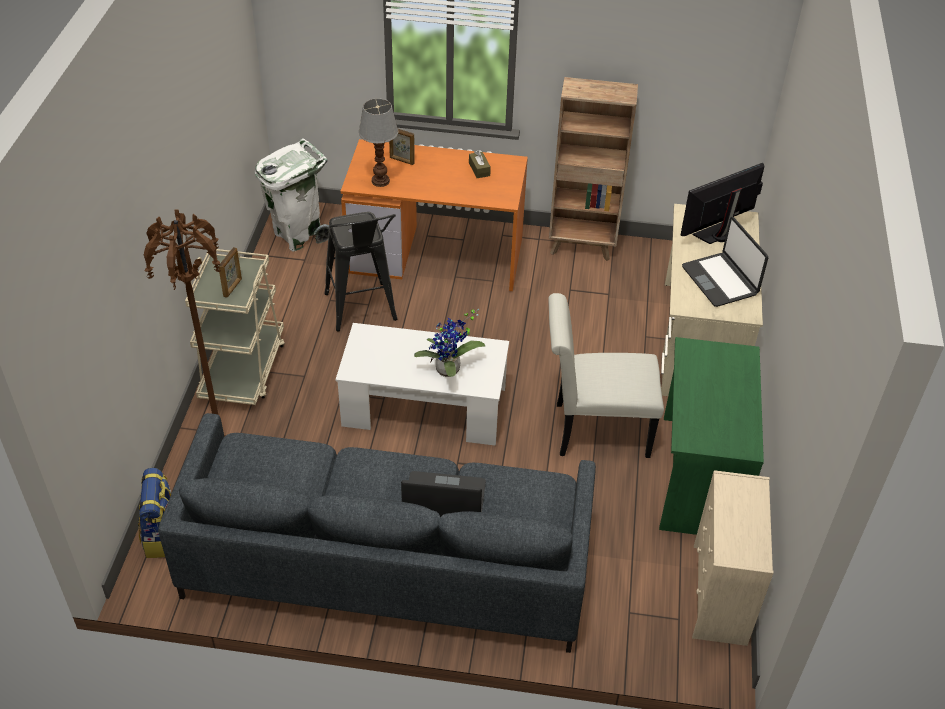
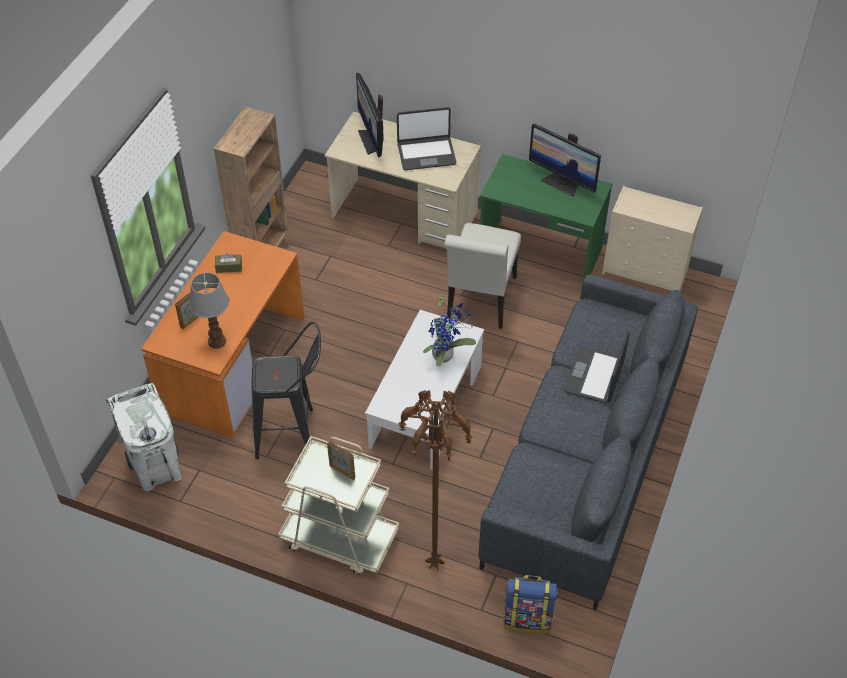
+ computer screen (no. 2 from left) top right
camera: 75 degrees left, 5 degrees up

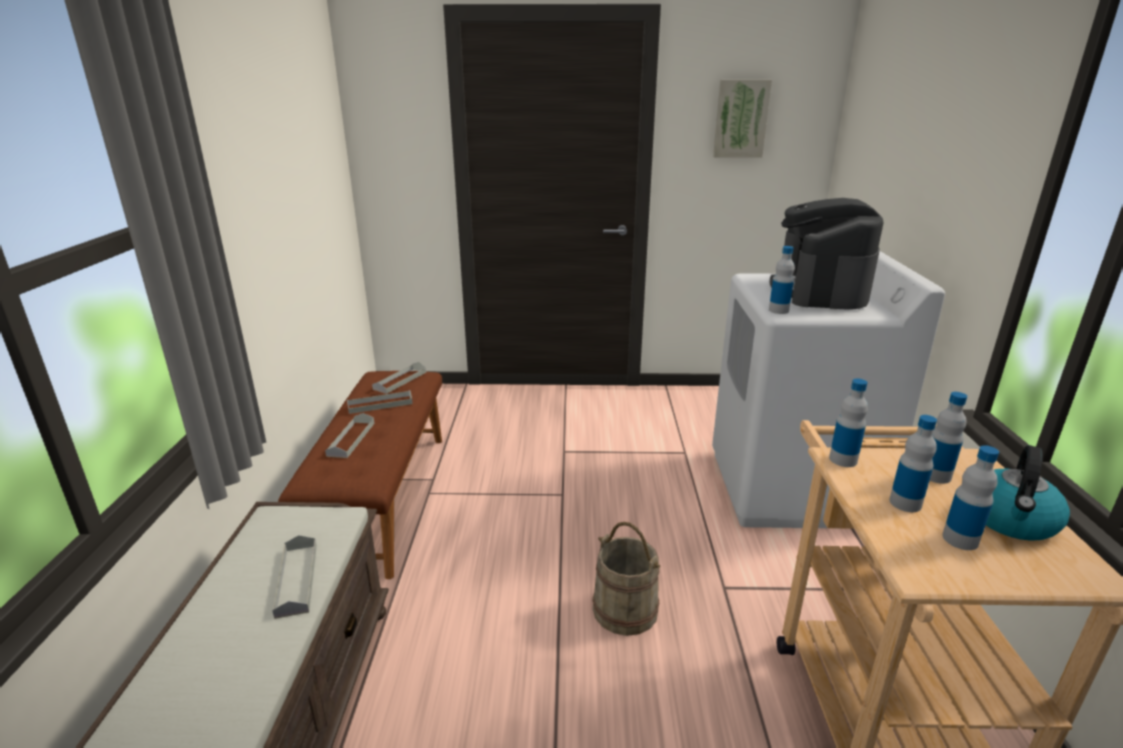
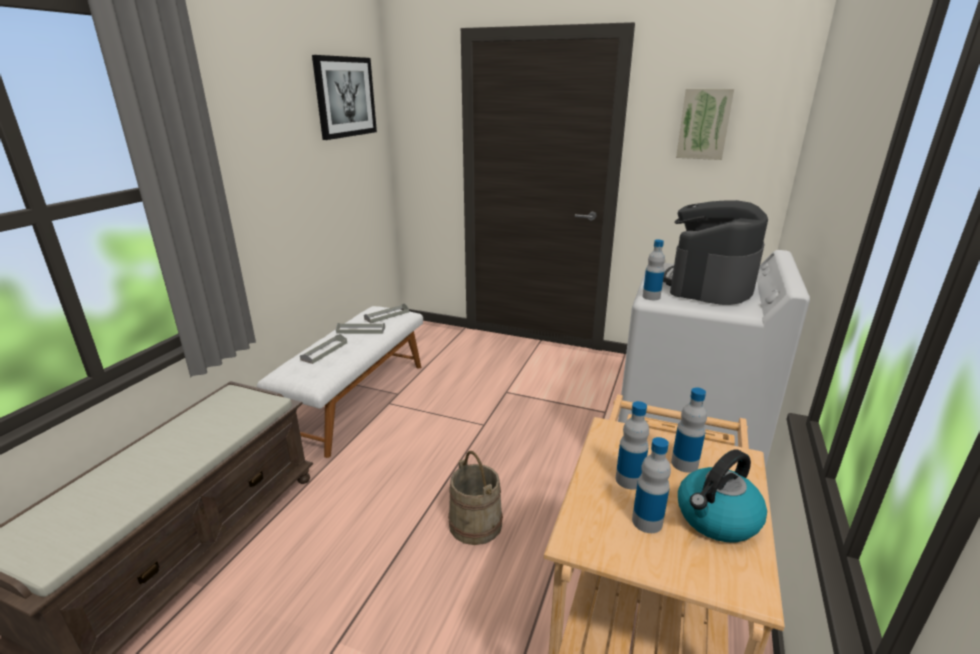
- serving tray (greyish) (no. 1 from left) bottom left
~ long seat (brownish) (no. 2 from left) middle left to long seat (whitish) centre
- beverage bottle (no. 2 from left) middle right
+ picture (no. 1 from left) top centre
camera: 20 degrees right, 0 degrees up

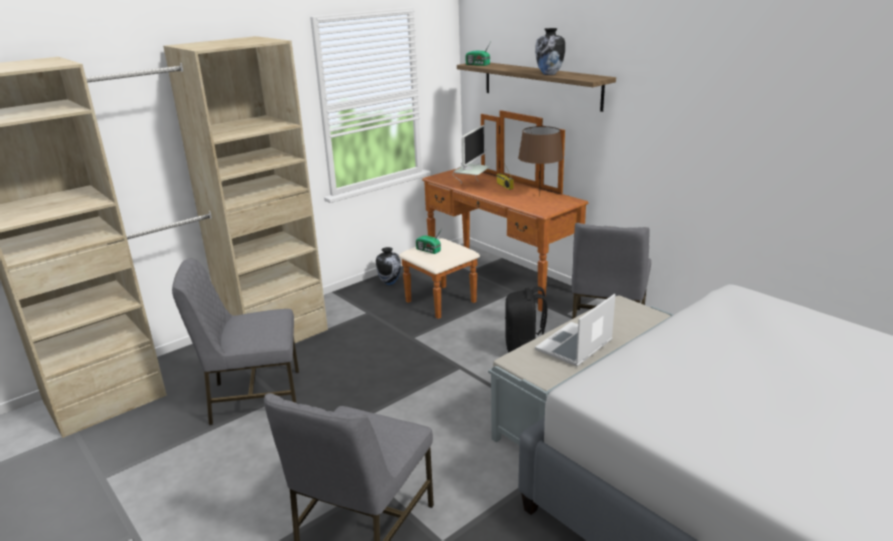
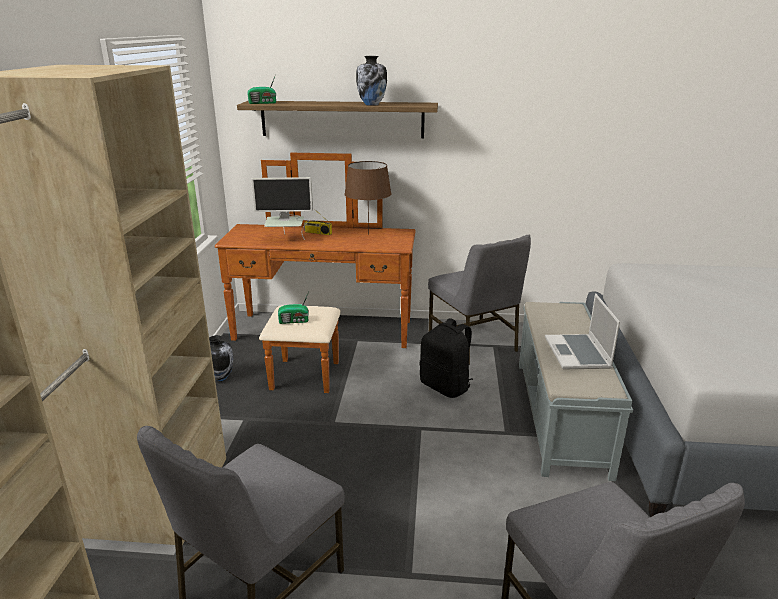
~ computer screen top centre = centre 105 degrees clockwise
camera: 45 degrees left, 0 degrees up

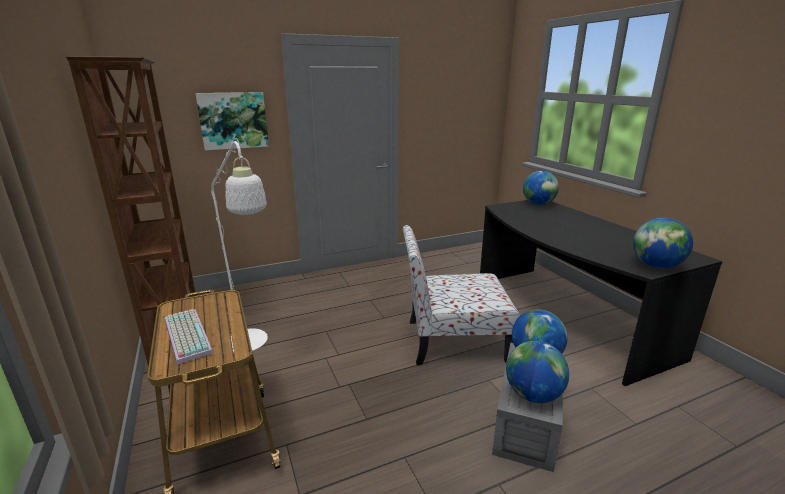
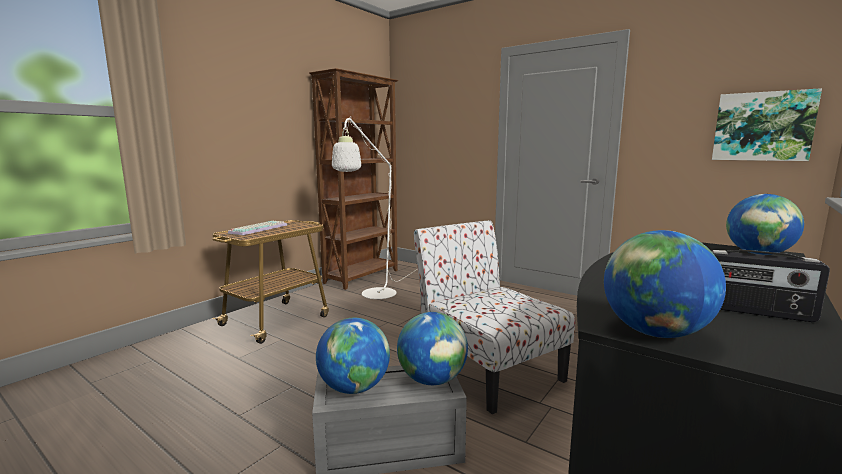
~ picture top left to top right
+ radio middle right
camera: 60 degrees right, 10 degrees down

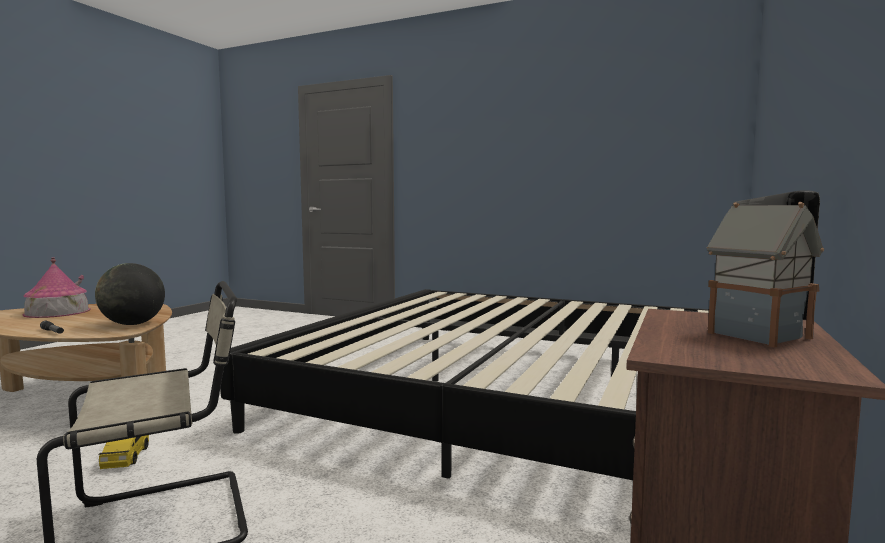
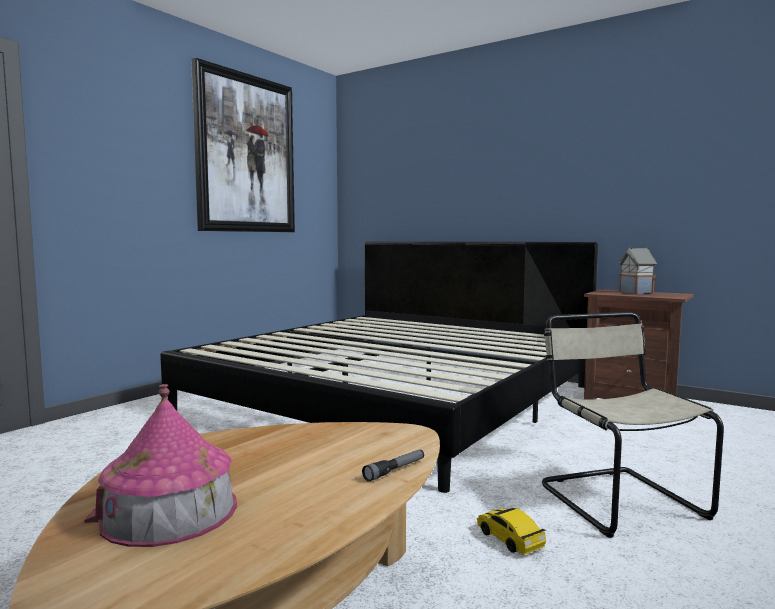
- world globe middle left
~ miniature car bottom left = bottom centre 60 degrees clockwise
+ picture top left
camera: 80 degrees left, 0 degrees up

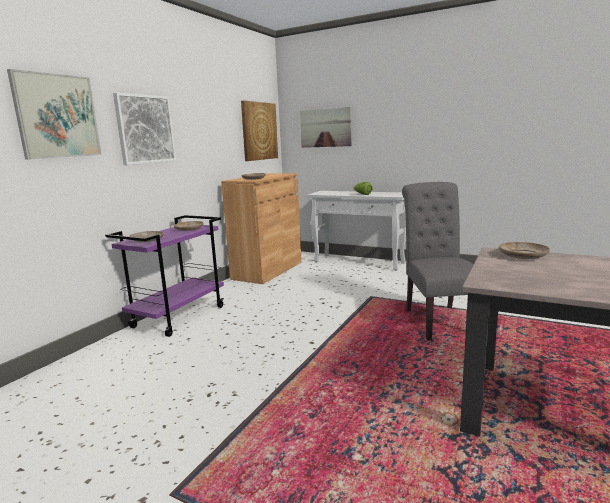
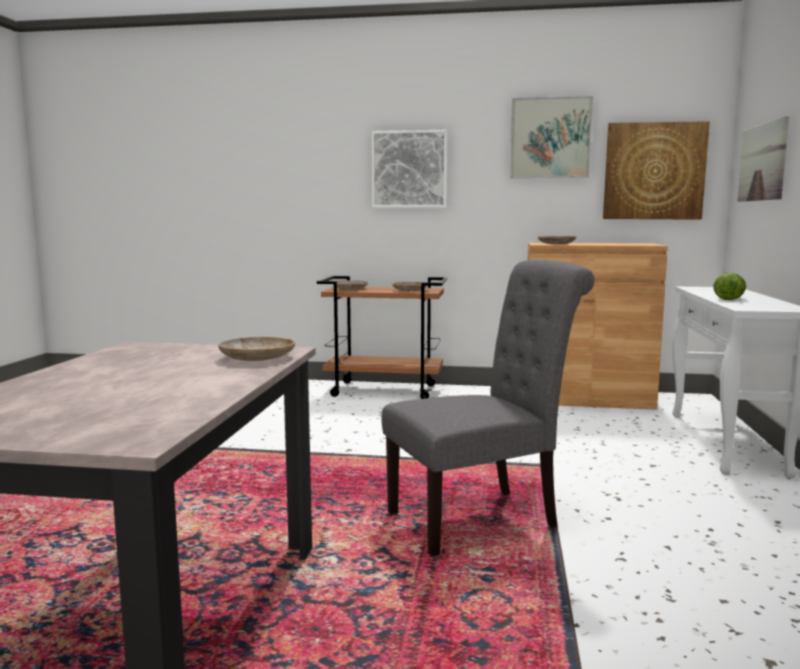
~ picture (no. 1 from left in the first image) top left to picture (no. 2 from left) top right
~ trolley (purplish) middle left to trolley (brownish) centre
camera: 70 degrees right, 5 degrees down

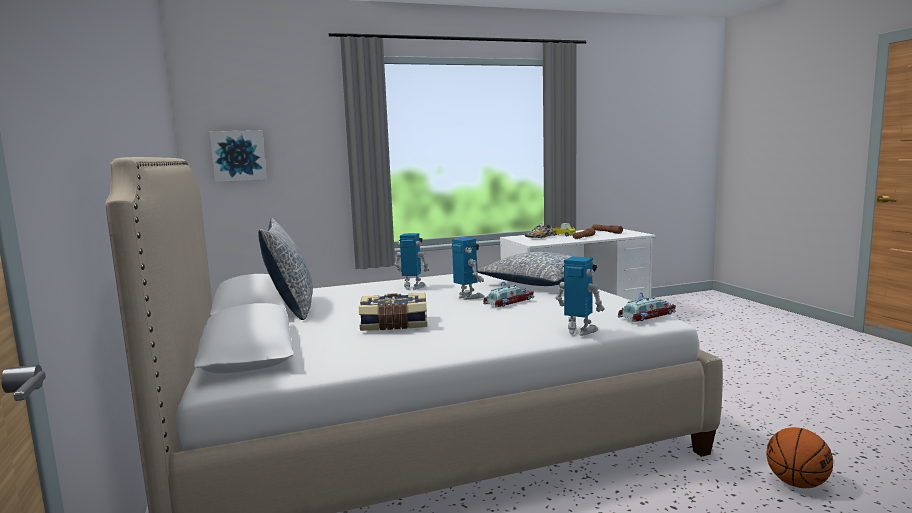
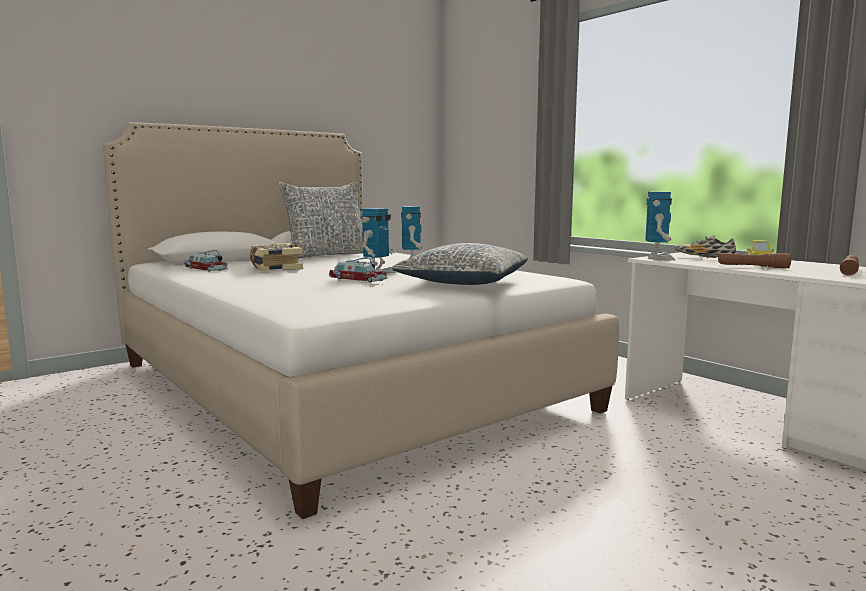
- picture top left
~ toy robot (no. 3 from left) centre to middle right
~ miniature car (no. 2 from left in the first image) middle right to miniature car (no. 1 from left) middle left
- basketball bottom right
camera: 70 degrees right, 0 degrees up

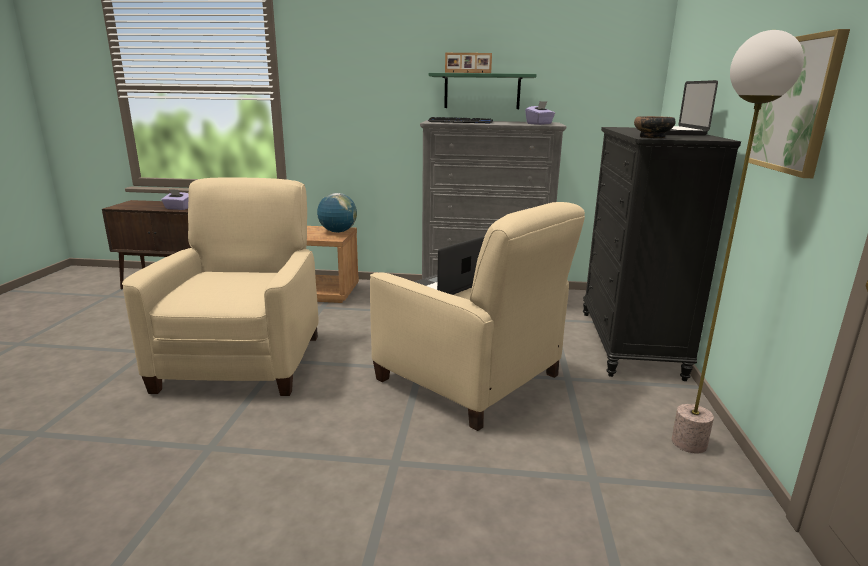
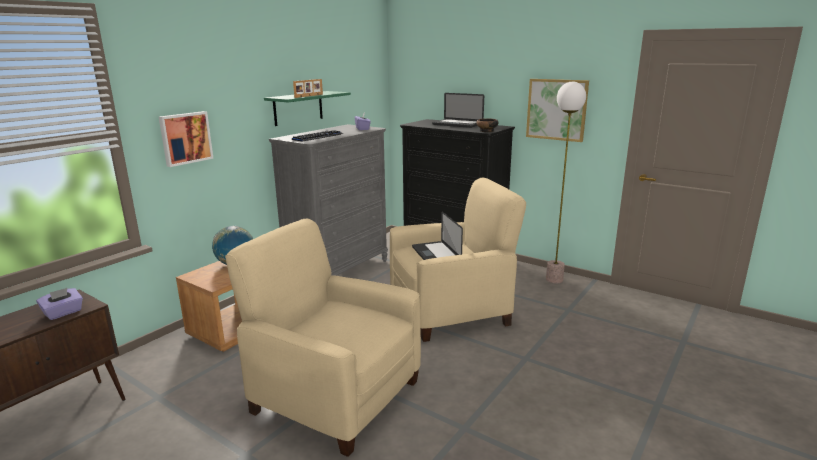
+ picture (no. 1 from left) top left
camera: 60 degrees left, 0 degrees up

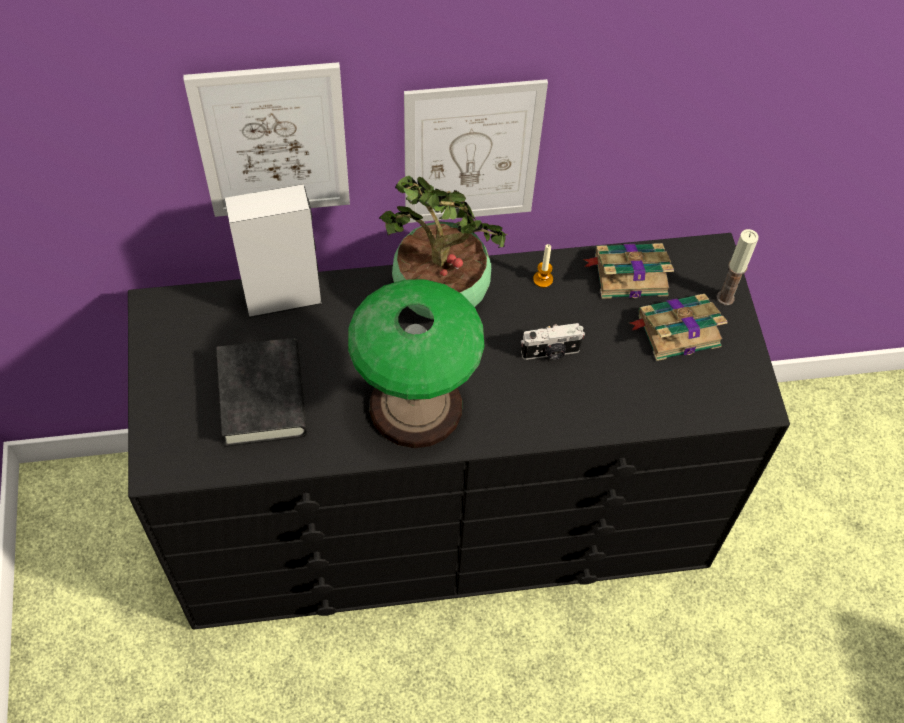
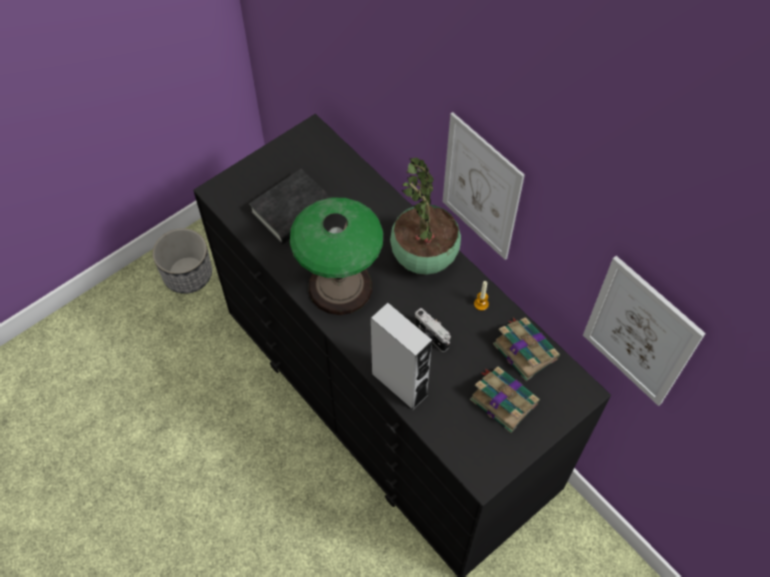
~ picture (no. 1 from left in the first image) top left to picture (no. 2 from left) middle right
~ speaker (greyish) middle left to centre
- wax candle (no. 2 from left) middle right
+ plant pot middle left
camera: 60 degrees right, 0 degrees up

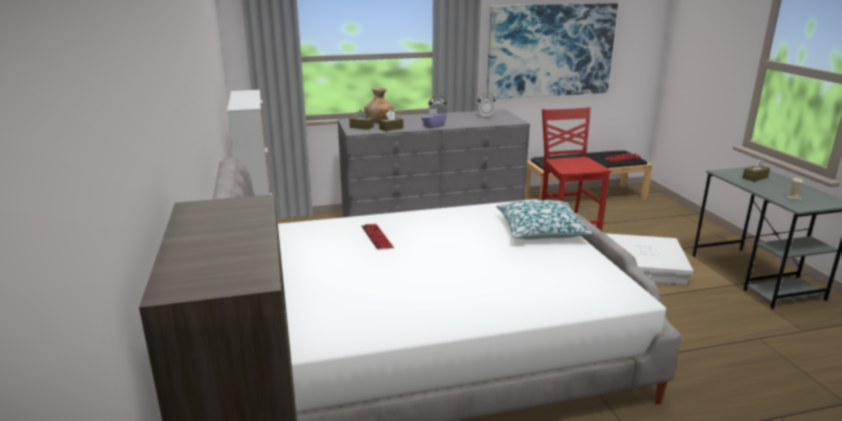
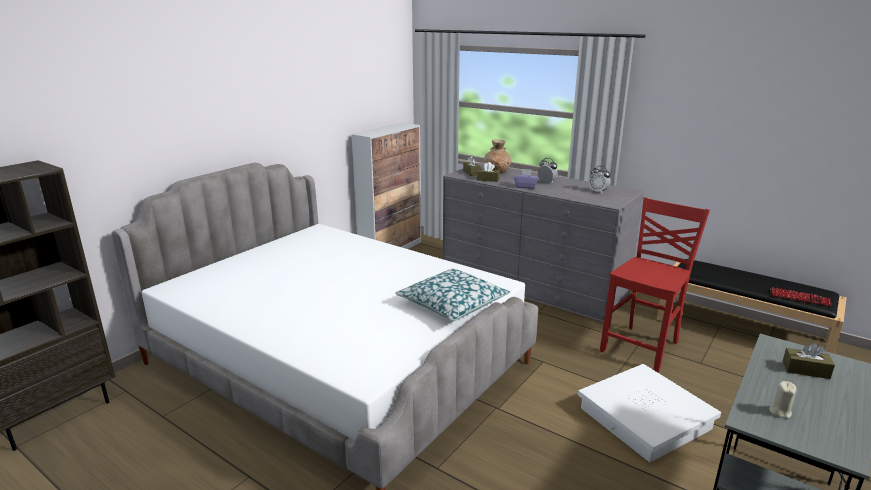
- PC keyboard (no. 1 from left) centre
- picture top centre
camera: 50 degrees right, 0 degrees up

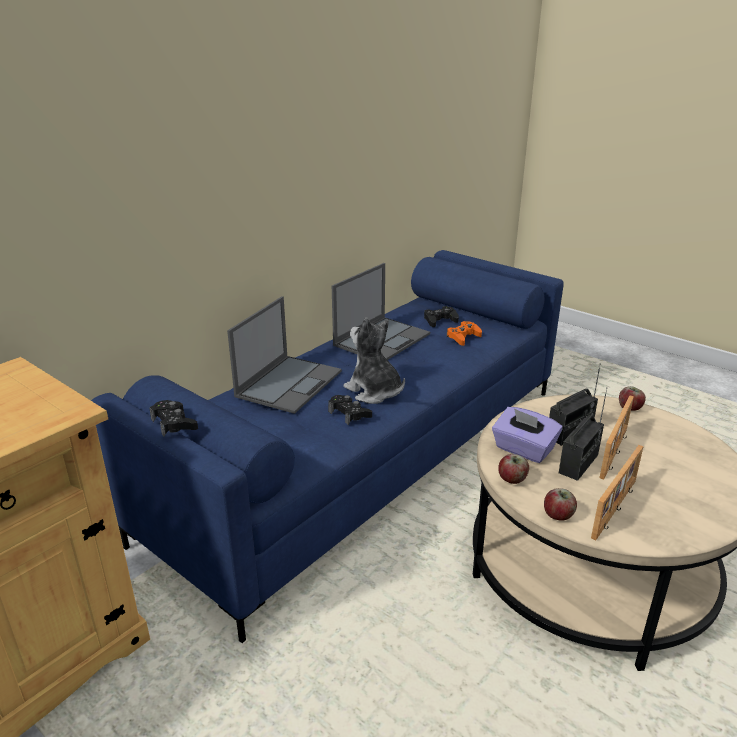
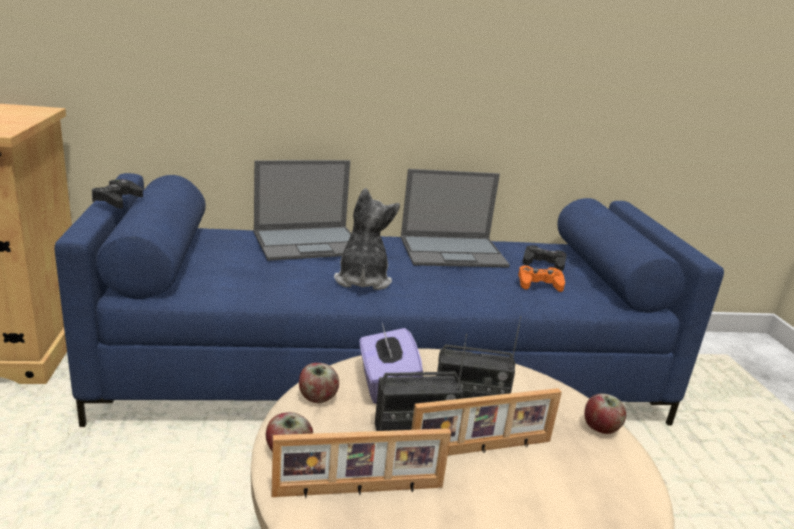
- gamepad (black) (no. 2 from left) centre
camera: 40 degrees right, 5 degrees down

